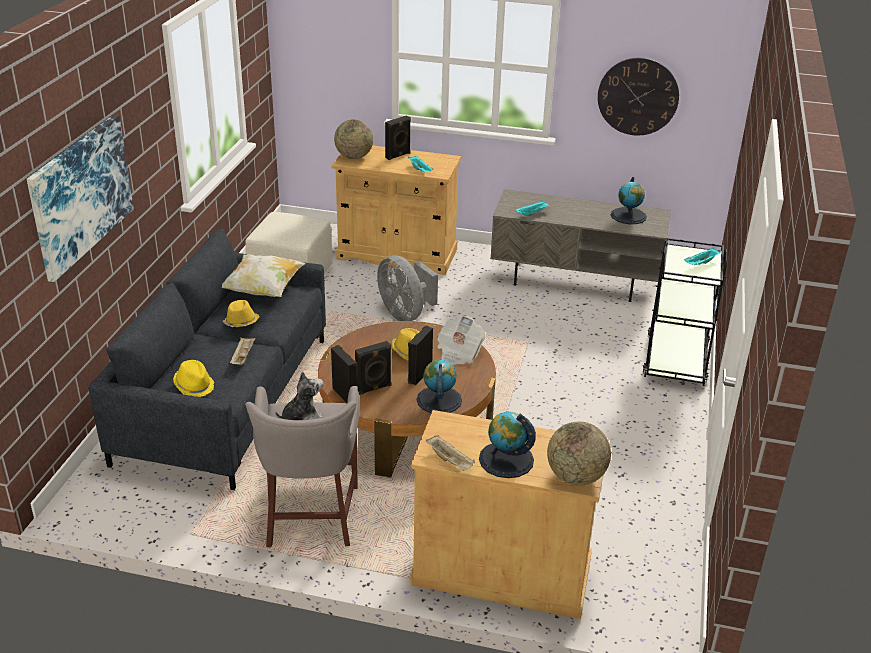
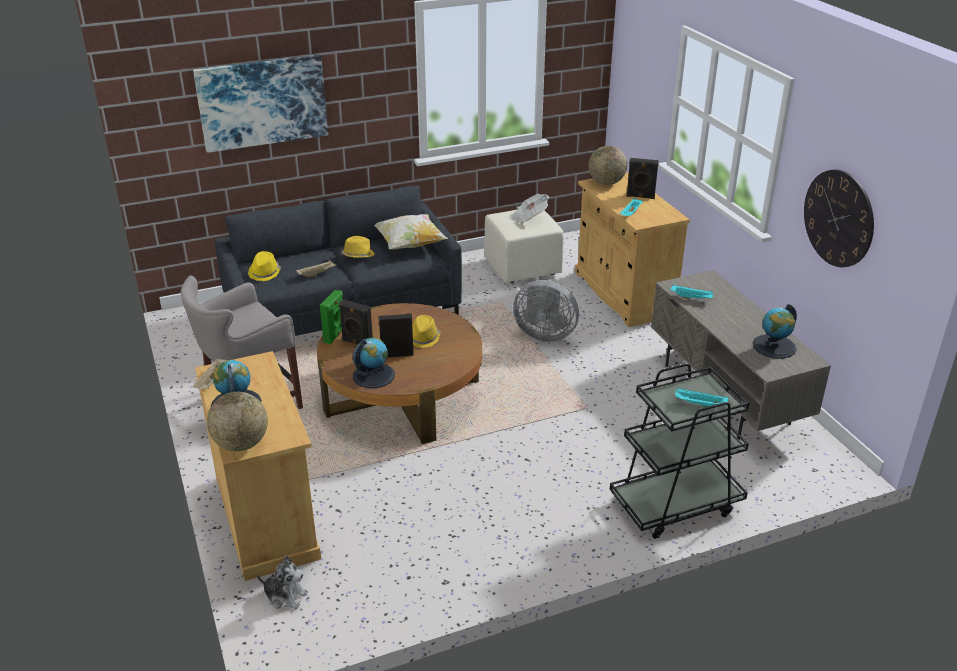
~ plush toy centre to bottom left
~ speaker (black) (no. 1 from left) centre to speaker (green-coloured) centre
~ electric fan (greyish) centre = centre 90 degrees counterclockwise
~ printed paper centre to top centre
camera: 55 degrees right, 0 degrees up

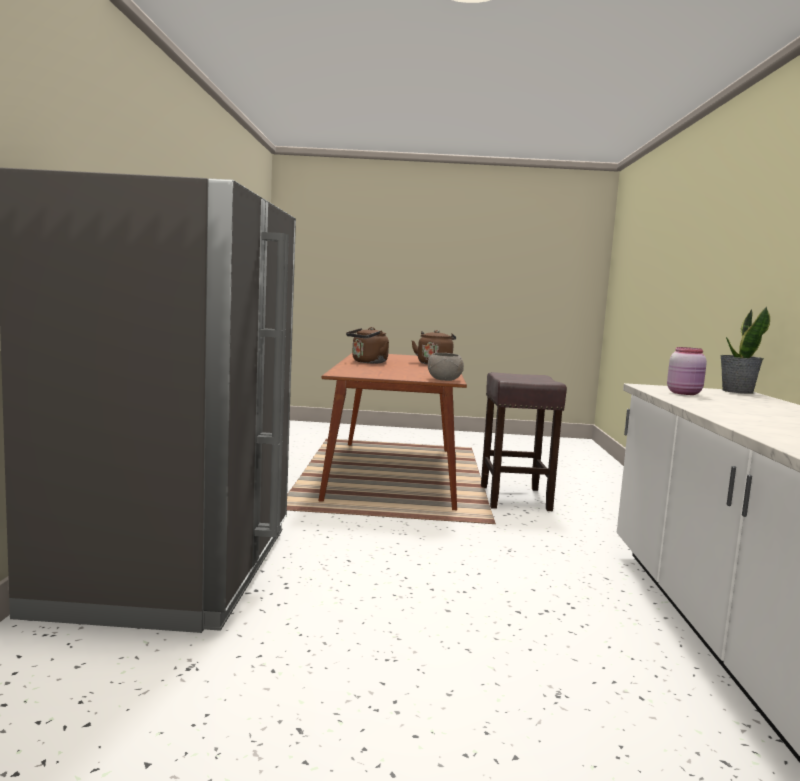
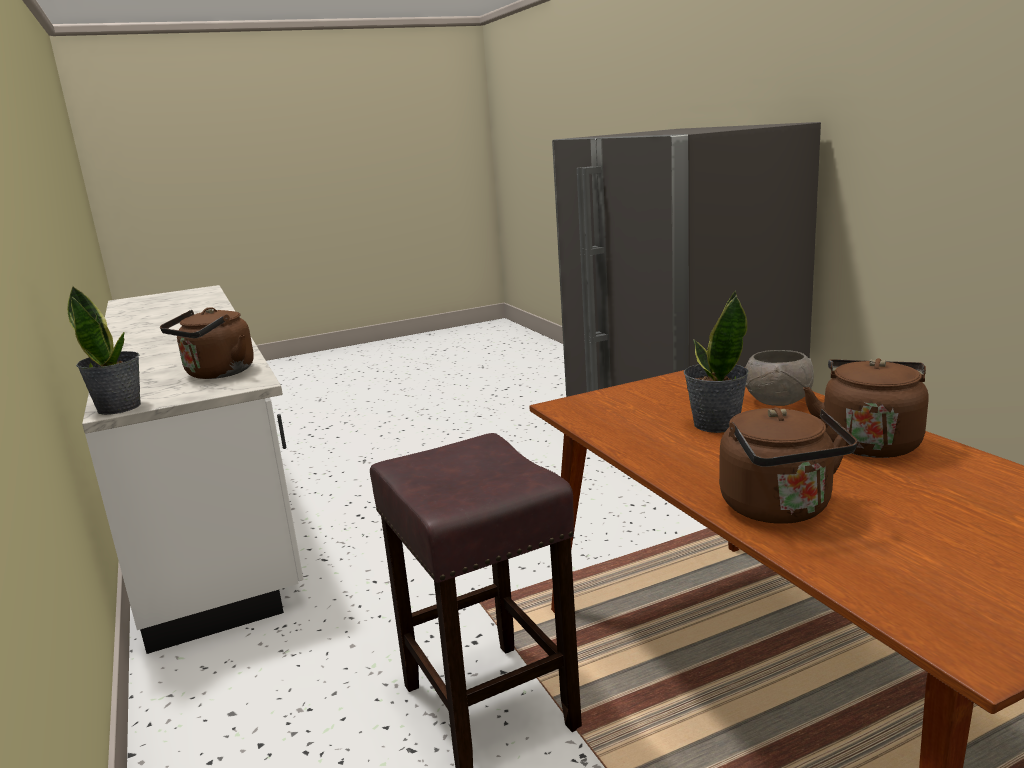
~ deep dish (greyish) centre to middle right
~ storage jar (pink) middle right to water kettle (brownish) (no. 1 from left) middle left
+ potted plant (no. 2 from left) middle right
camera: 155 degrees right, 10 degrees up

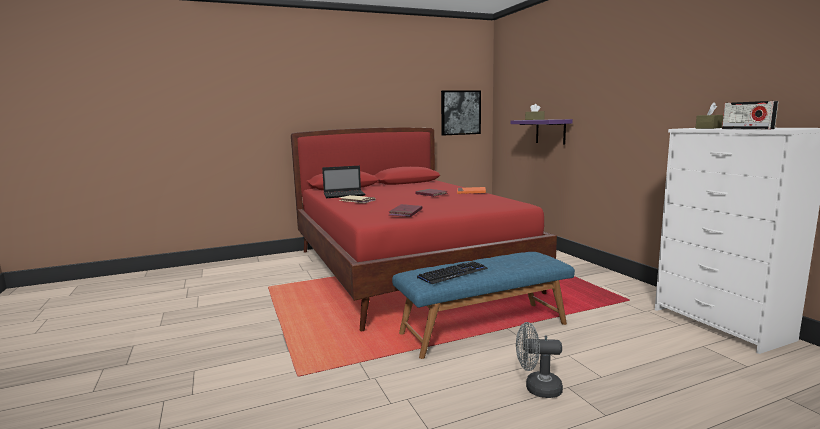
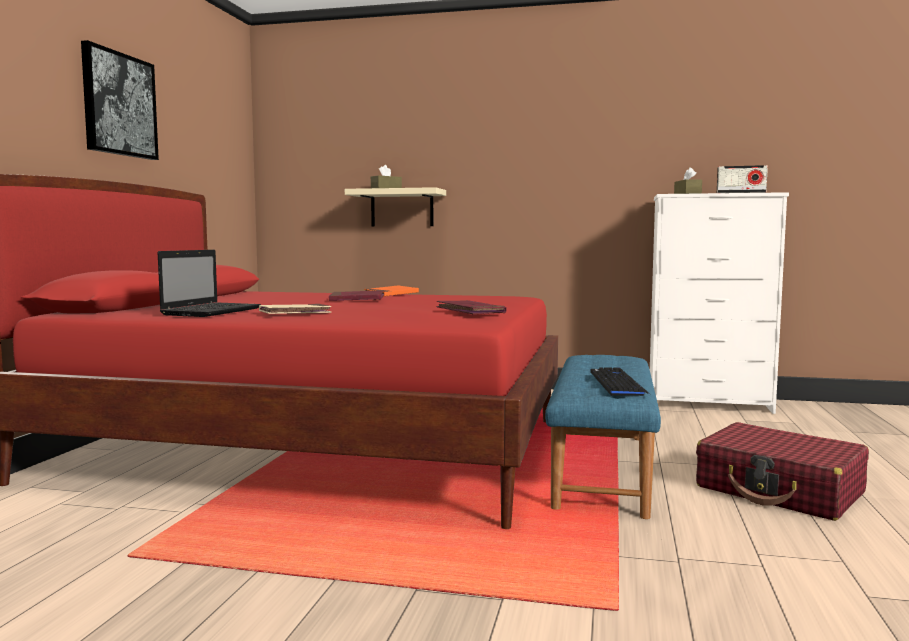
~ picture top centre to top left
~ bracket shelf (purplish) top centre to bracket shelf (beige-coloured) top centre
~ electric fan (greyish) bottom centre to travel case (red) bottom right
camera: 55 degrees left, 5 degrees down

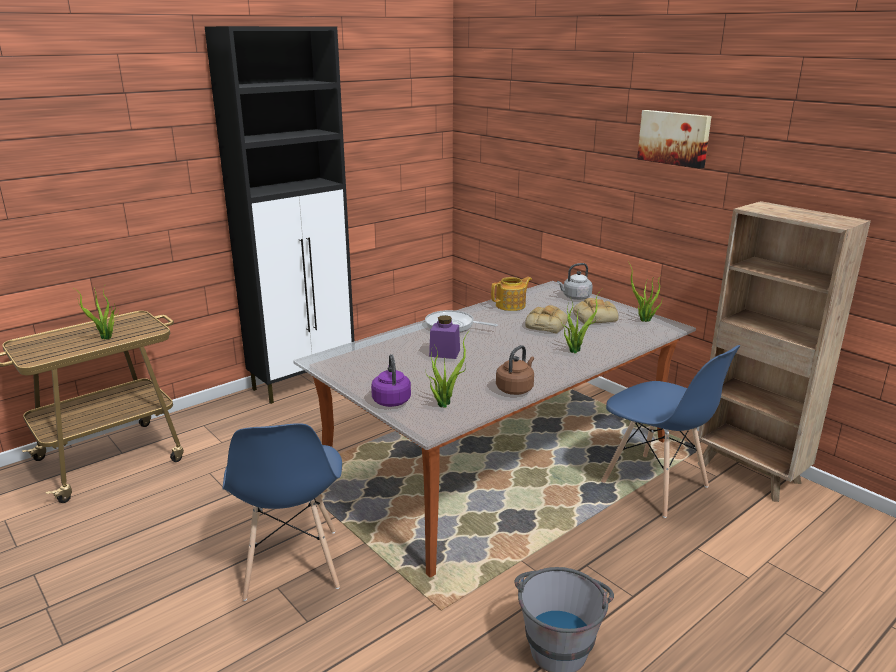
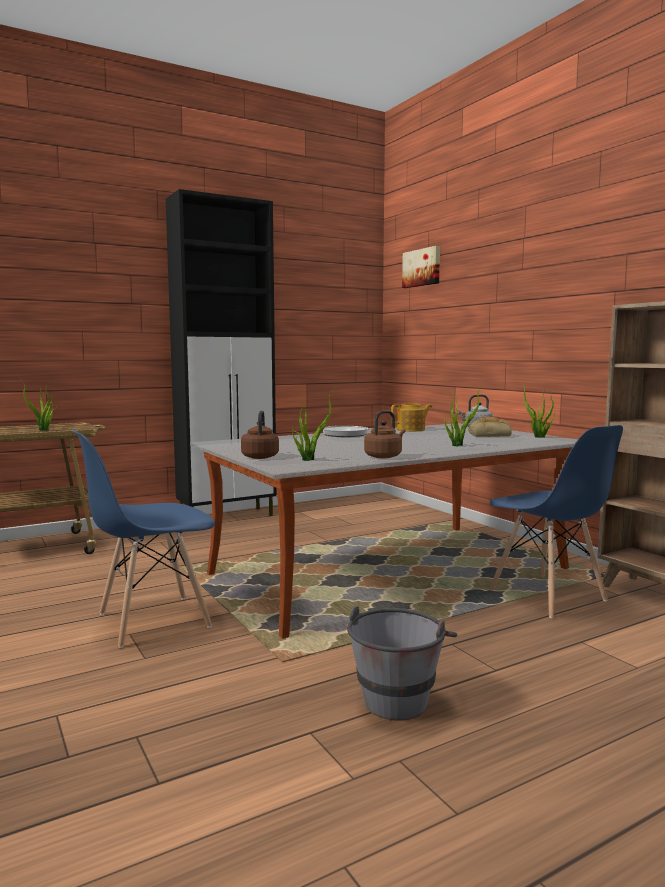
~ upright chair (bluish) (no. 1 from left) bottom left = middle left 60 degrees clockwise
~ water kettle (purplish) centre to water kettle (brownish) (no. 1 from left) centre
- storage jar (purplish) centre
- bread (no. 1 from left) centre
~ picture top right to top centre
camera: 10 degrees right, 15 degrees down

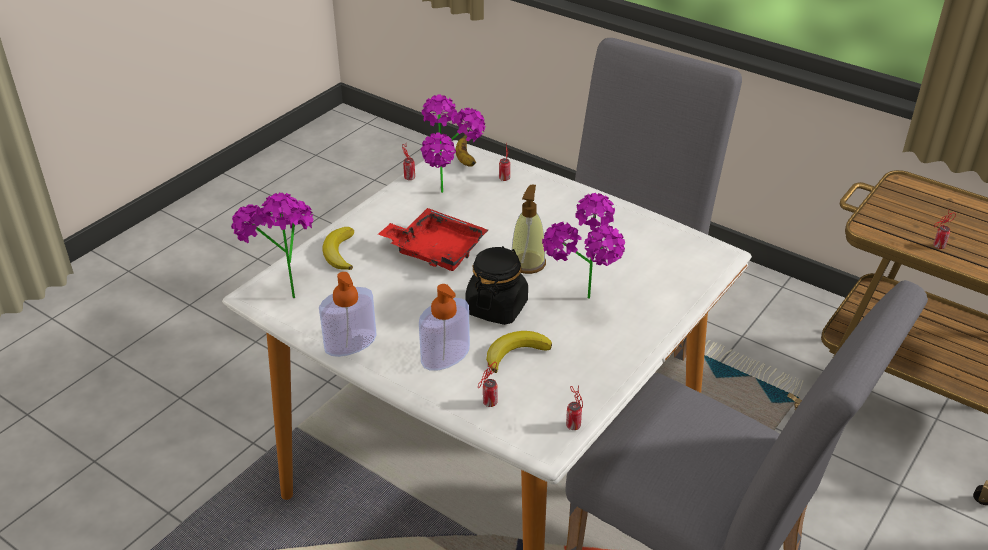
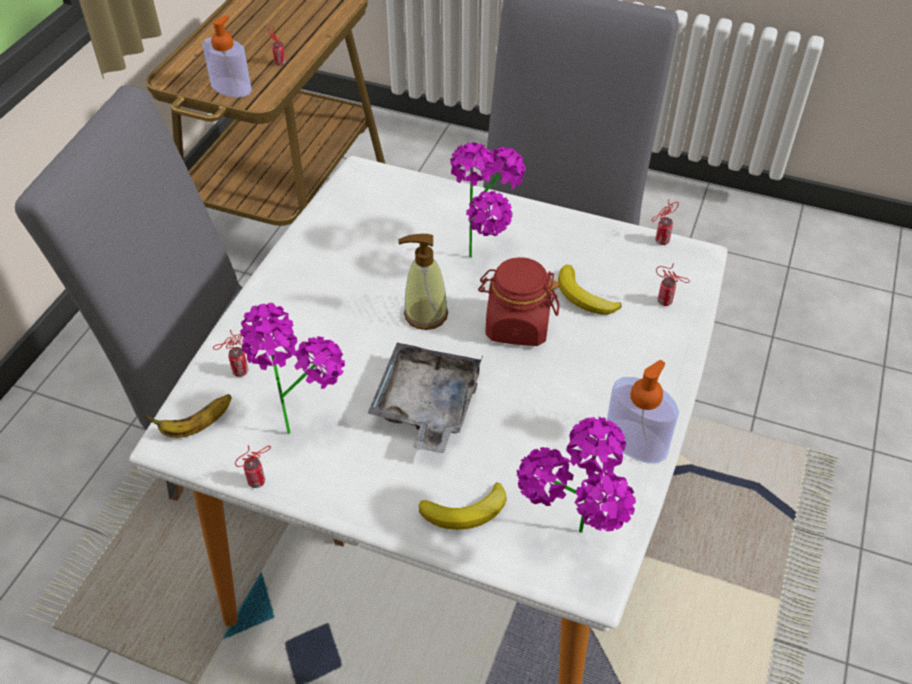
~ serving tray (red) centre to serving tray (greyish) centre
~ soap dispenser (no. 2 from left in the first image) centre to soap dispenser (no. 1 from left) top left
~ storage jar (black) centre to storage jar (red) centre
camera: 105 degrees left, 10 degrees up

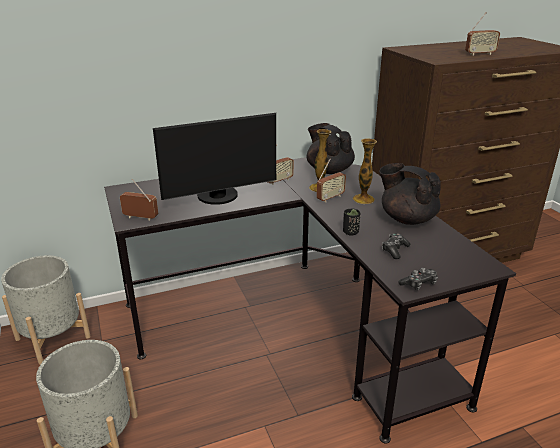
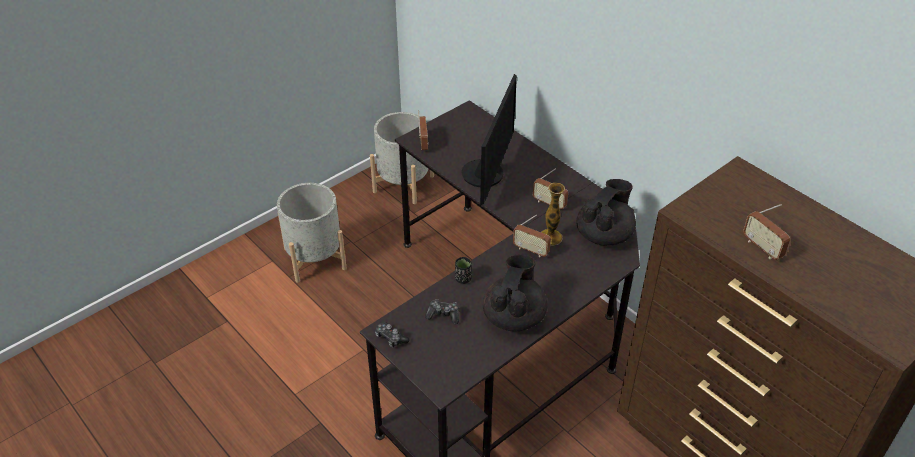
~ computer screen centre = top centre 120 degrees counterclockwise
- vase (no. 2 from left) centre
camera: 70 degrees right, 15 degrees up

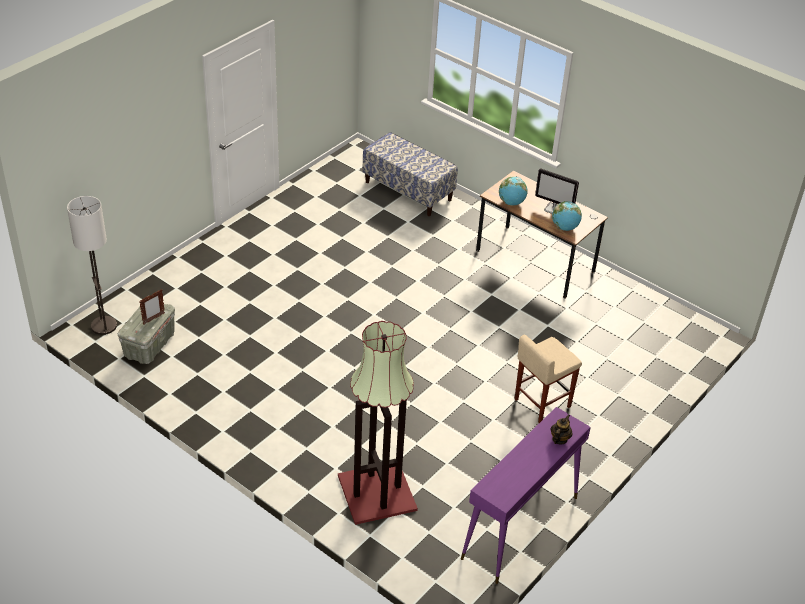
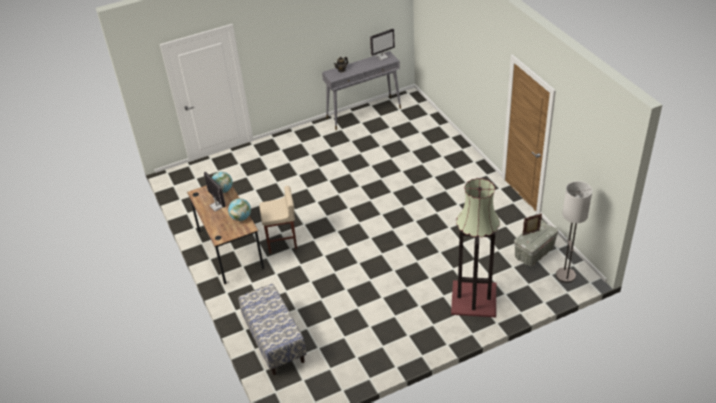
~ standard lamp (no. 2 from left in the first image) bottom centre to standard lamp (no. 1 from left) centre
~ hall table (purplish) bottom centre to hall table (greyish) top centre
~ stool seat (beige-coloured) middle right to centre
+ computer screen (no. 2 from left) top centre
camera: 150 degrees left, 0 degrees up

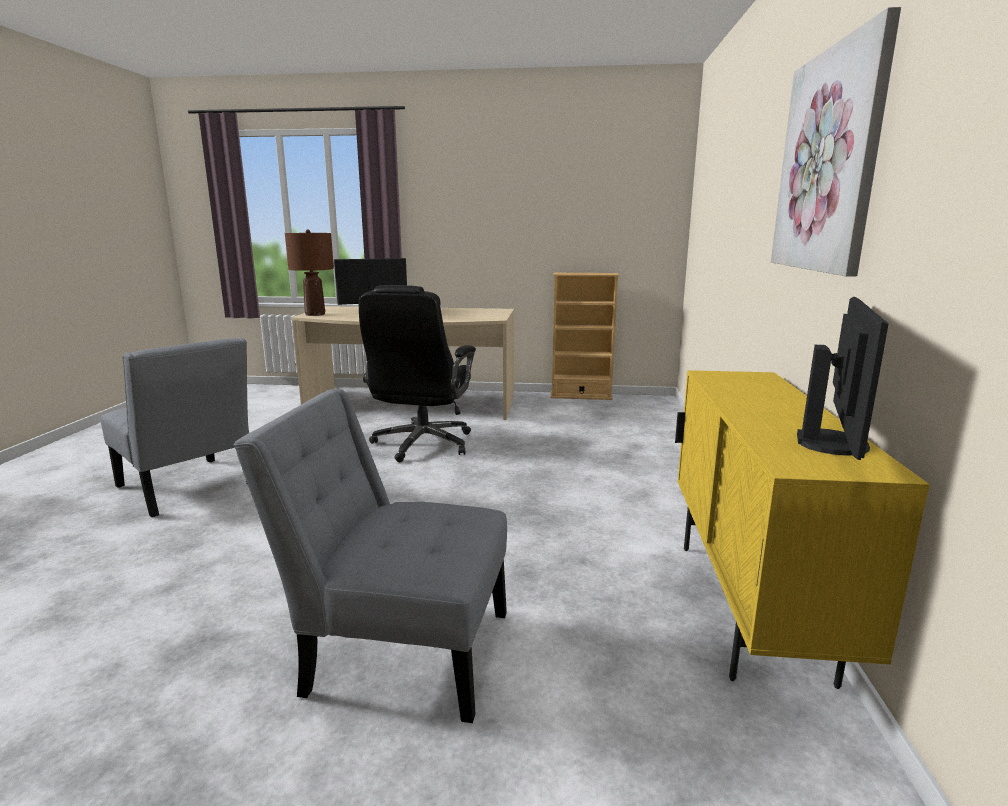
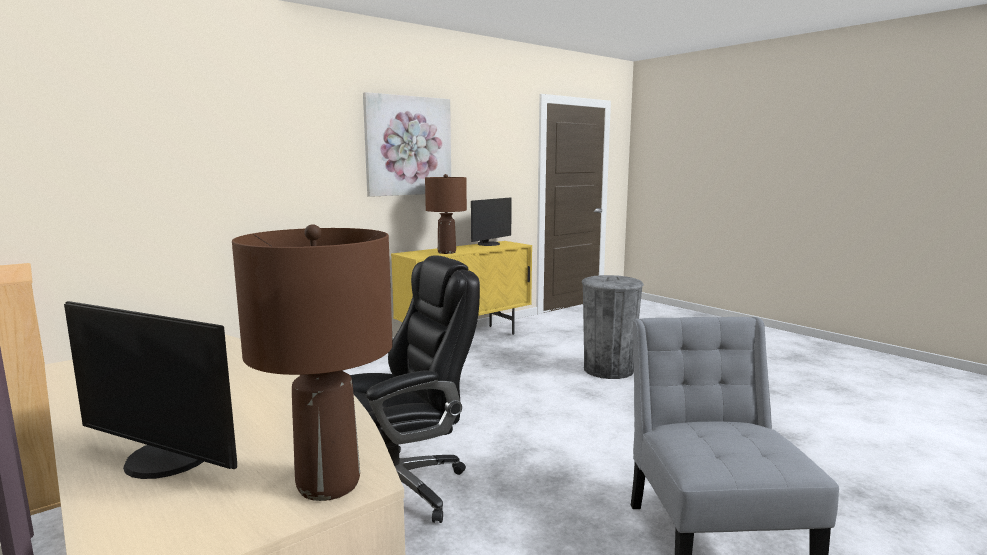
~ upright chair (greyish) (no. 2 from left) bottom centre to waste bin (greyish) centre
~ computer screen (no. 2 from left) middle right = centre 150 degrees clockwise
+ lamp for a table (brownish) (no. 2 from left) centre
camera: 135 degrees left, 5 degrees down

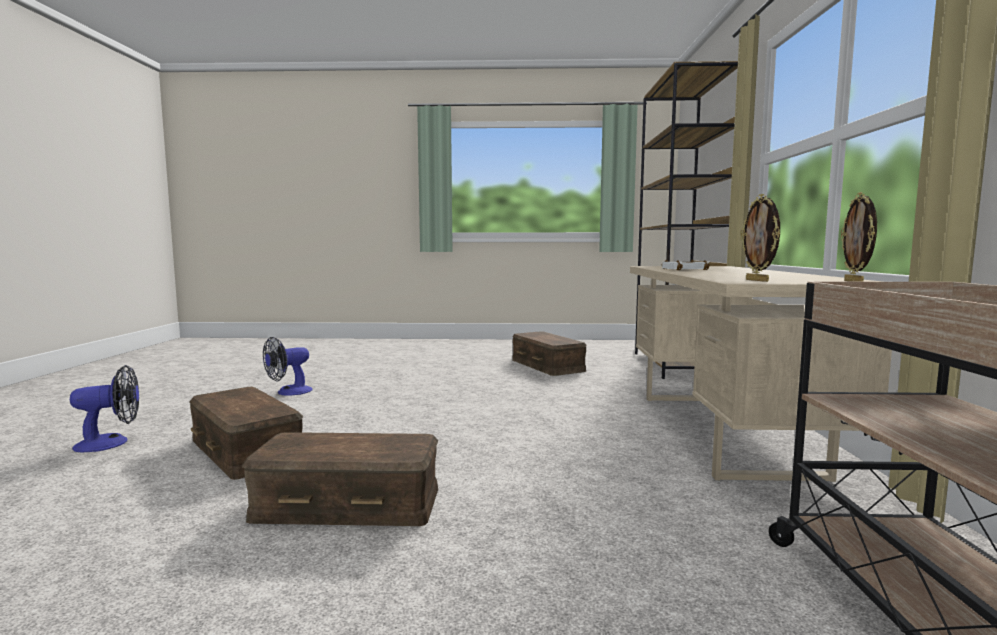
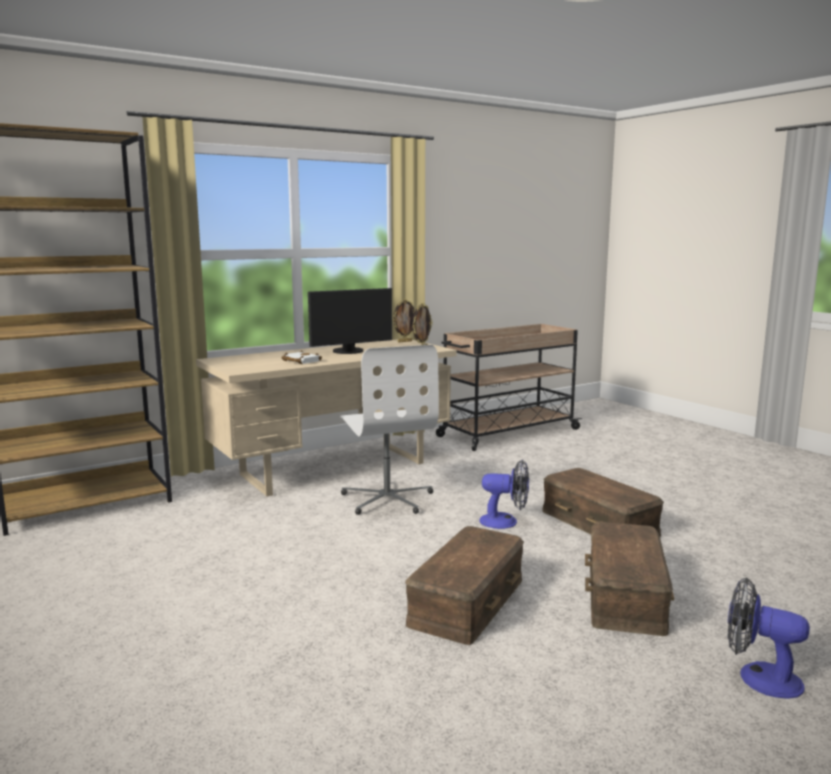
~ electric fan (no. 2 from left in the first image) middle left to electric fan (no. 1 from left) centre
~ storage box (brownish) (no. 3 from left in the first image) centre to storage box (brownish) (no. 1 from left) bottom centre
+ computer screen centre
+ desk chair (whitish) centre
camera: 125 degrees left, 5 degrees up

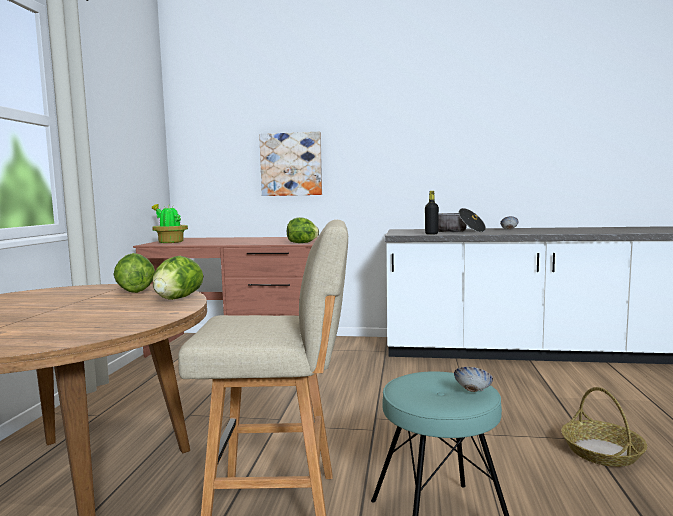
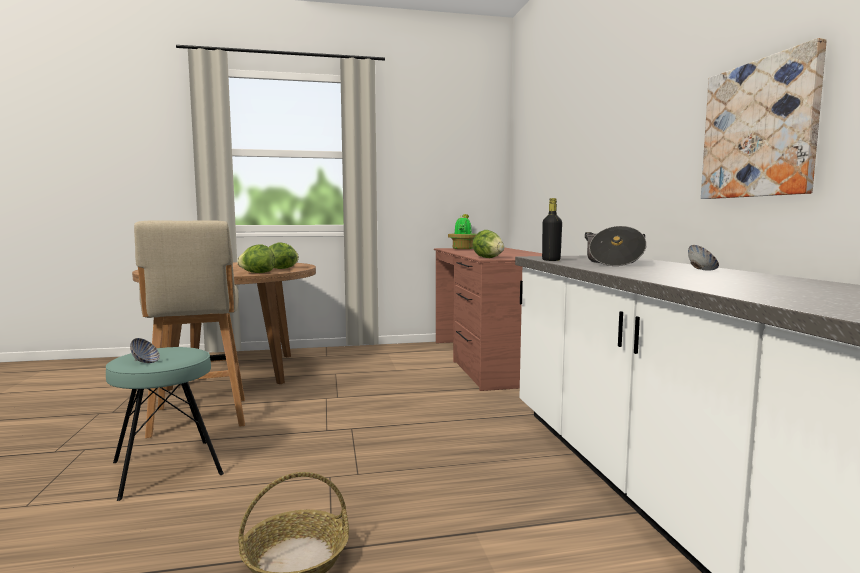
~ picture top centre to top right
camera: 70 degrees right, 0 degrees up

